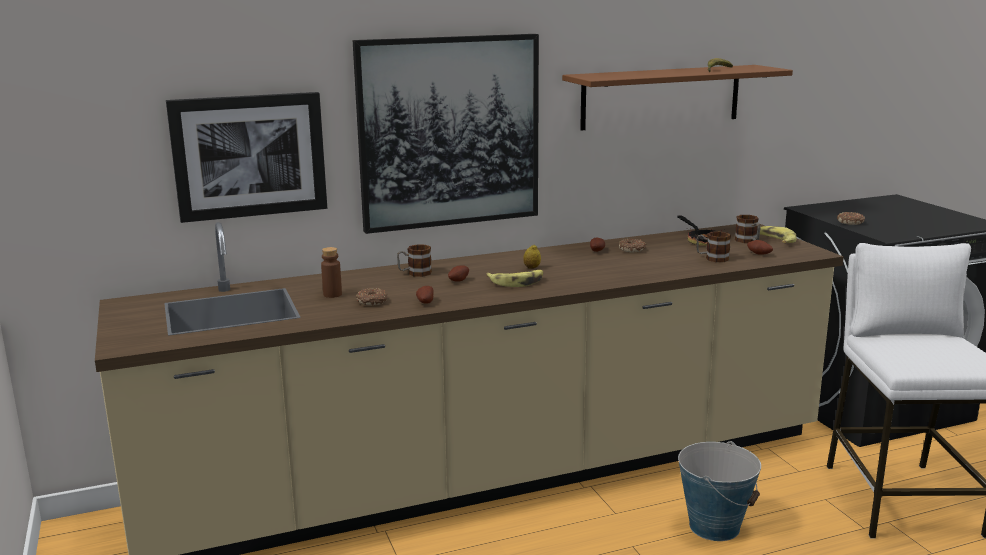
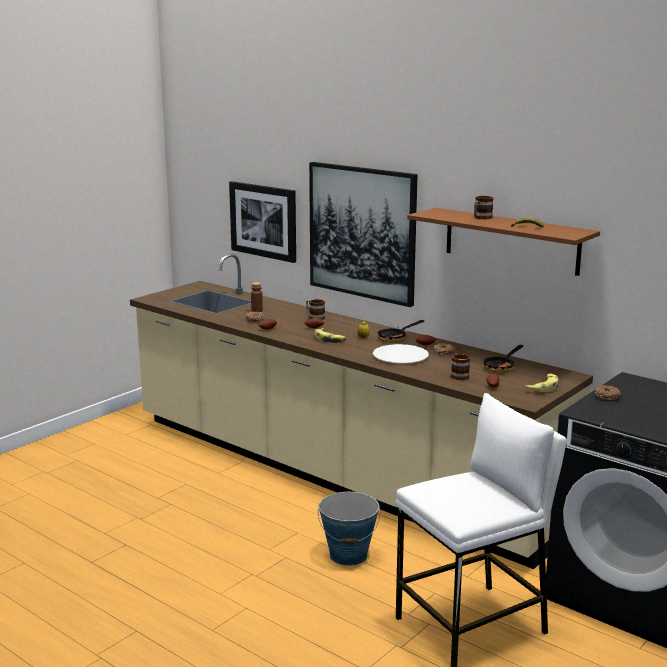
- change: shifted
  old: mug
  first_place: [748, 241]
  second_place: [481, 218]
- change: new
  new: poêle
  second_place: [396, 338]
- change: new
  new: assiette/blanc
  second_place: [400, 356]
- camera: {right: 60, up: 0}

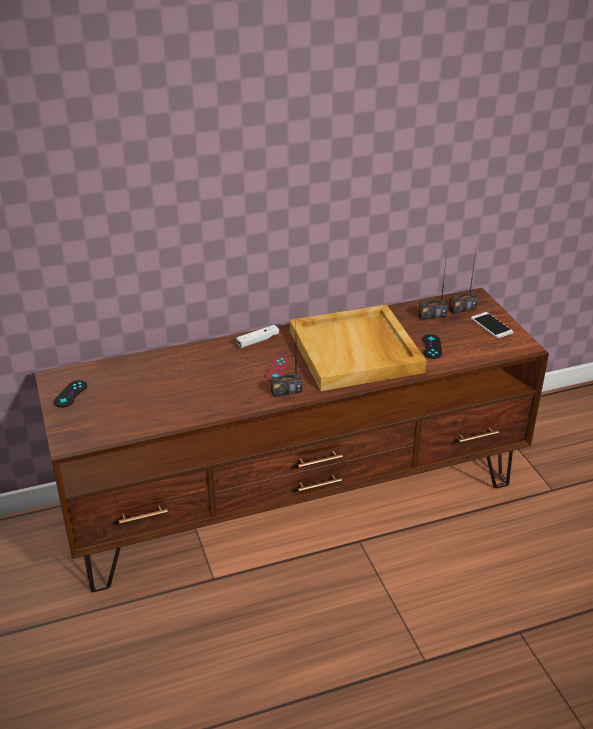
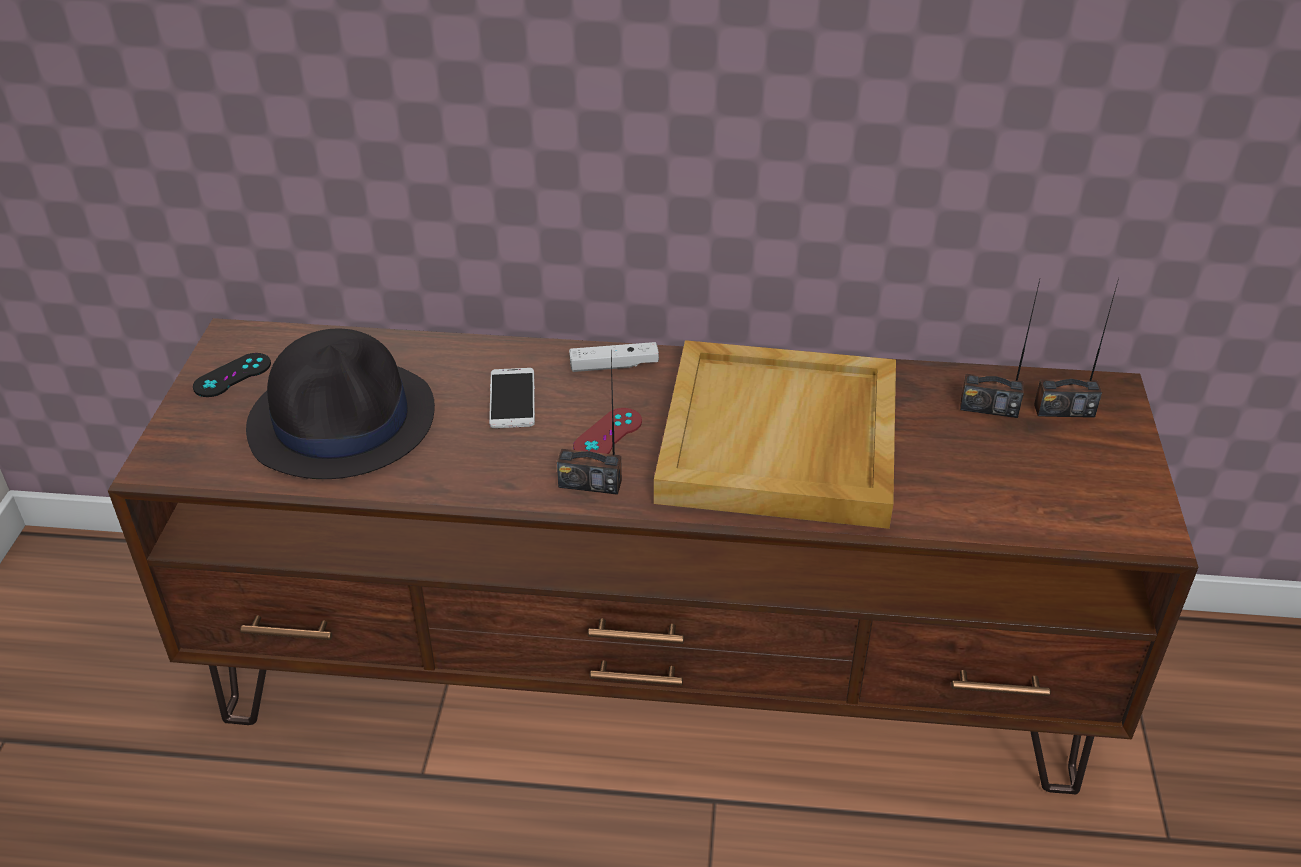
- change: shifted
  old: téléphone
  first_place: [491, 325]
  second_place: [512, 399]
- change: gone
  old: manette/noir
  first_place: [432, 347]
- change: new
  new: chapeau/noir
  second_place: [343, 420]
- camera: {right: 25, up: 5}

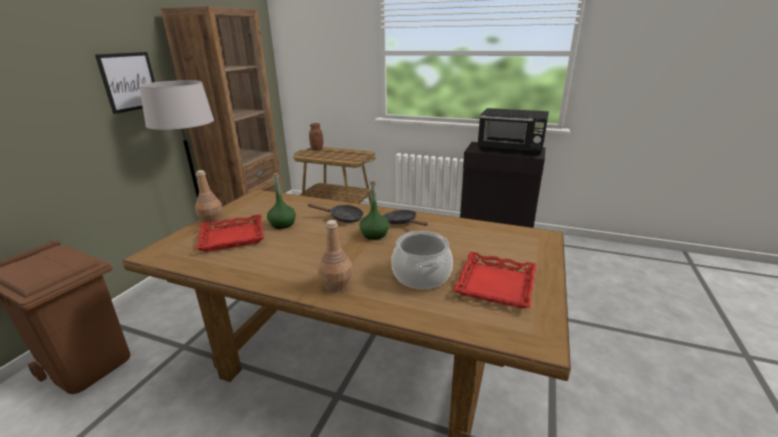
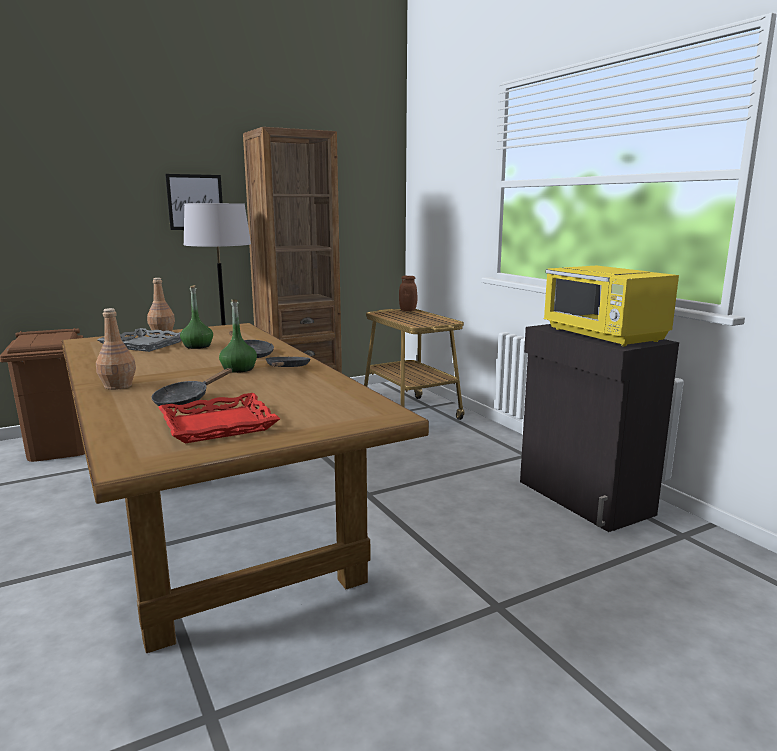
- change: repainted
  old: micro-ondes/noir
  new: micro-ondes/jaune
  first_place: [511, 150]
  second_place: [603, 335]
- change: repainted
  old: plateau/rouge
  new: plateau/gris
  first_place: [232, 237]
  second_place: [144, 345]
- change: swapped
  old: marmite
  new: poêle/noir
  first_place: [421, 275]
  second_place: [186, 400]
- camera: {right: 40, up: -10}

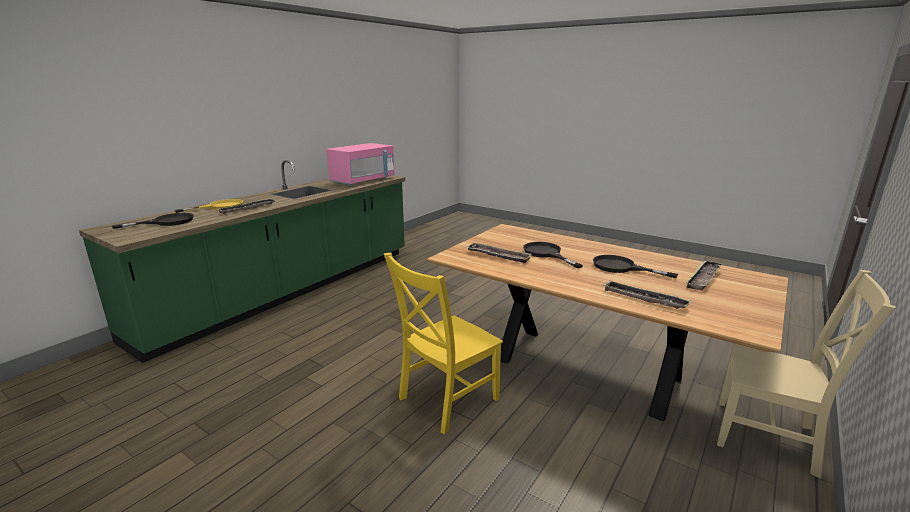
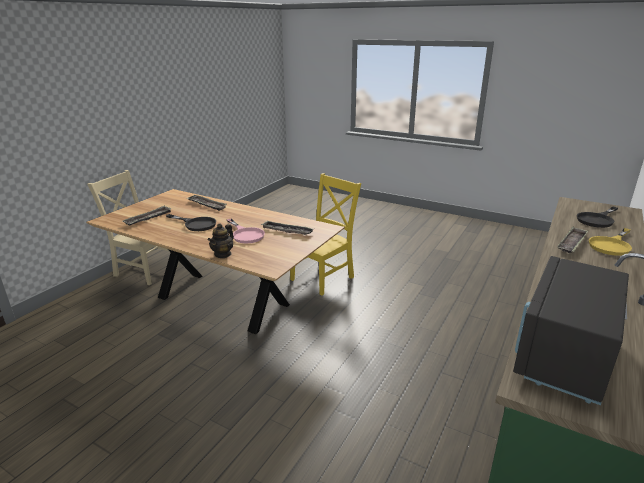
- change: repainted
  old: micro-ondes/rose
  new: micro-ondes/noir
  first_place: [363, 181]
  second_place: [562, 355]
- change: repainted
  old: poêle/noir
  new: poêle/rose
  first_place: [546, 253]
  second_place: [245, 234]
- change: new
  new: théière
  second_place: [223, 254]
- camera: {right: 175, up: 5}

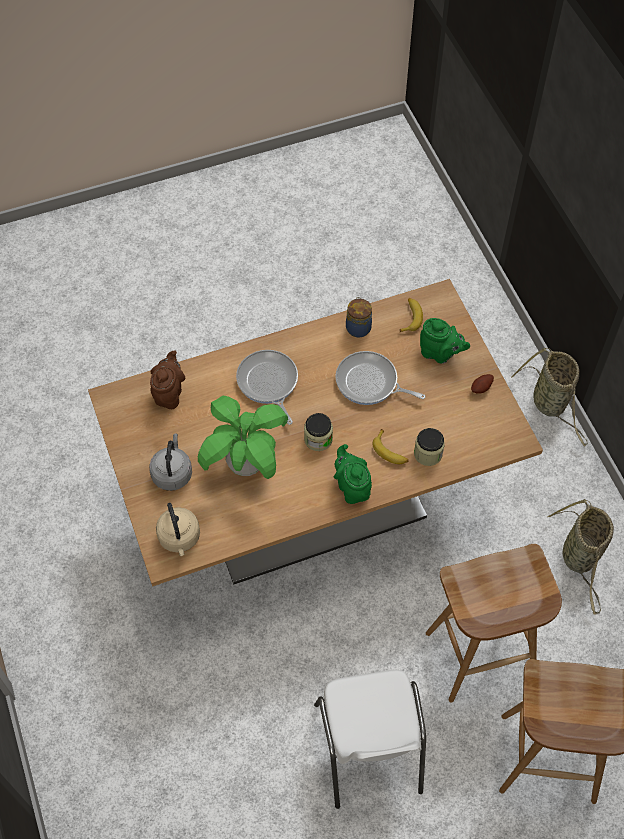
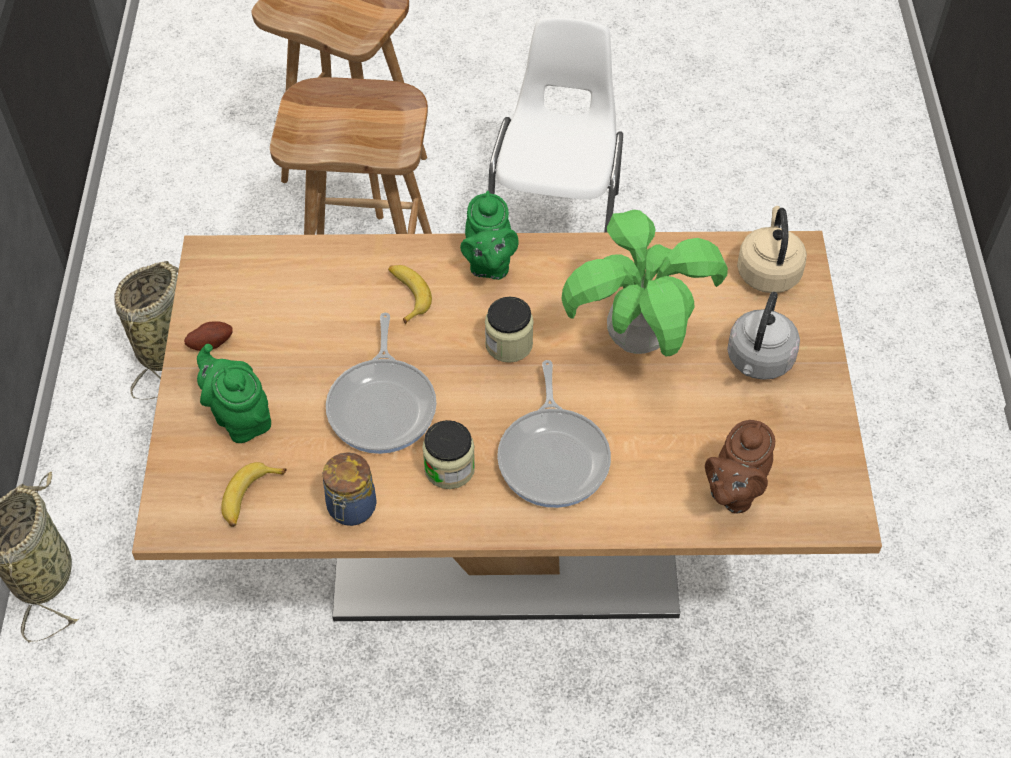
- change: rotated
  old: poêle
  first_place: [370, 383]
  second_place: [383, 405]
  degrees: 45
- change: shifted
  old: bocal
  first_place: [428, 454]
  second_place: [449, 468]
- camera: {right: -160, up: -5}

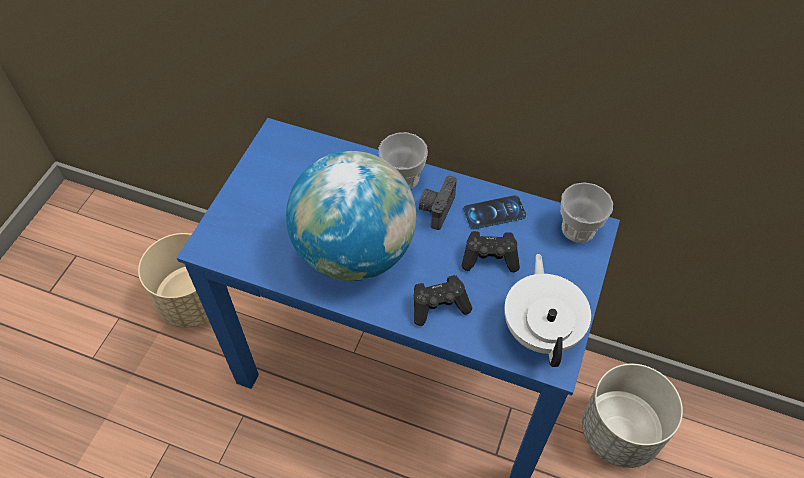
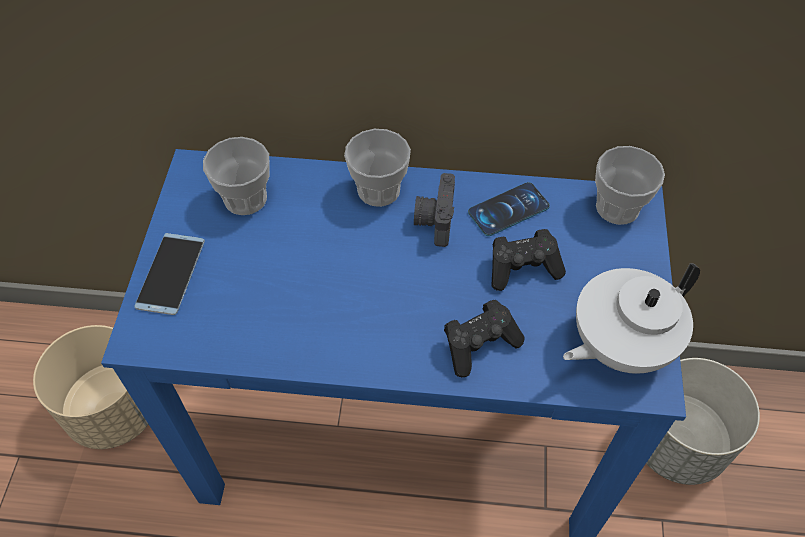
- change: gone
  old: globe
  first_place: [355, 251]
- change: rotated
  old: théière/blanc
  first_place: [541, 330]
  second_place: [618, 345]
  degrees: -105
- change: new
  new: tasse
  second_place: [245, 198]
- change: new
  new: téléphone
  second_place: [171, 274]
- camera: {right: -15, up: 0}

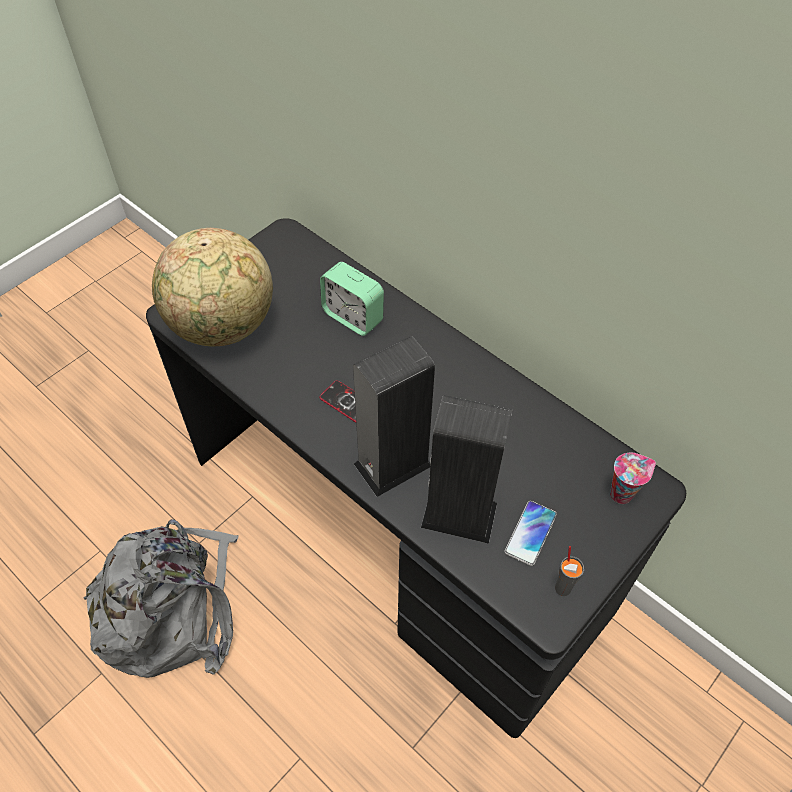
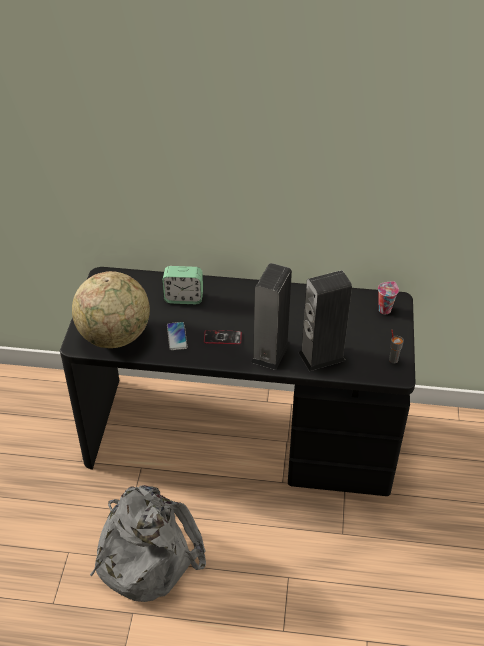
- change: shifted
  old: téléphone
  first_place: [530, 533]
  second_place: [177, 336]
- camera: {right: -35, up: -10}

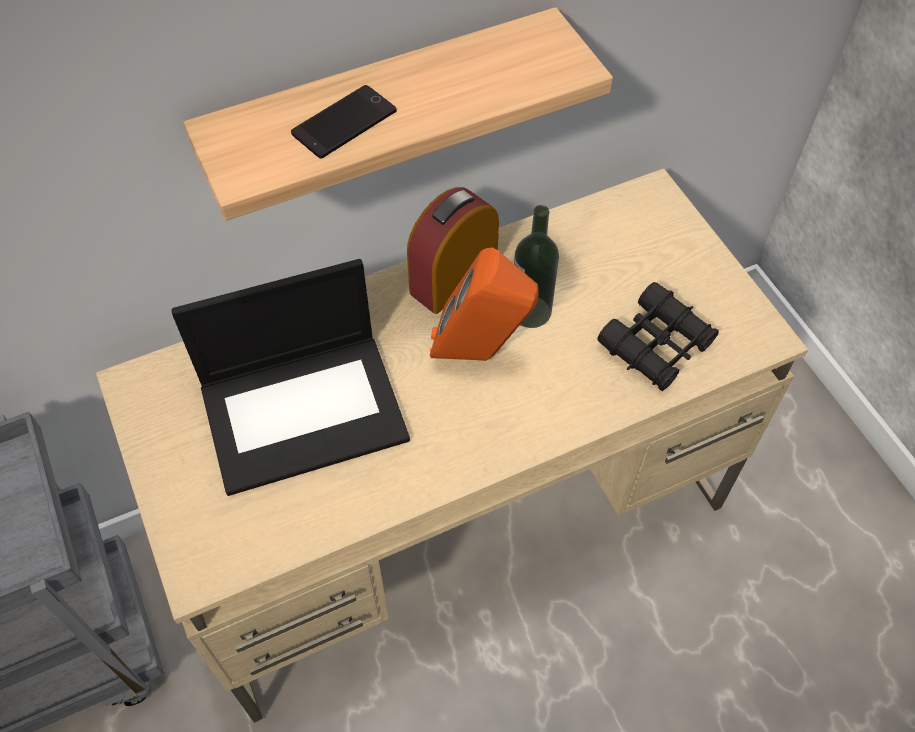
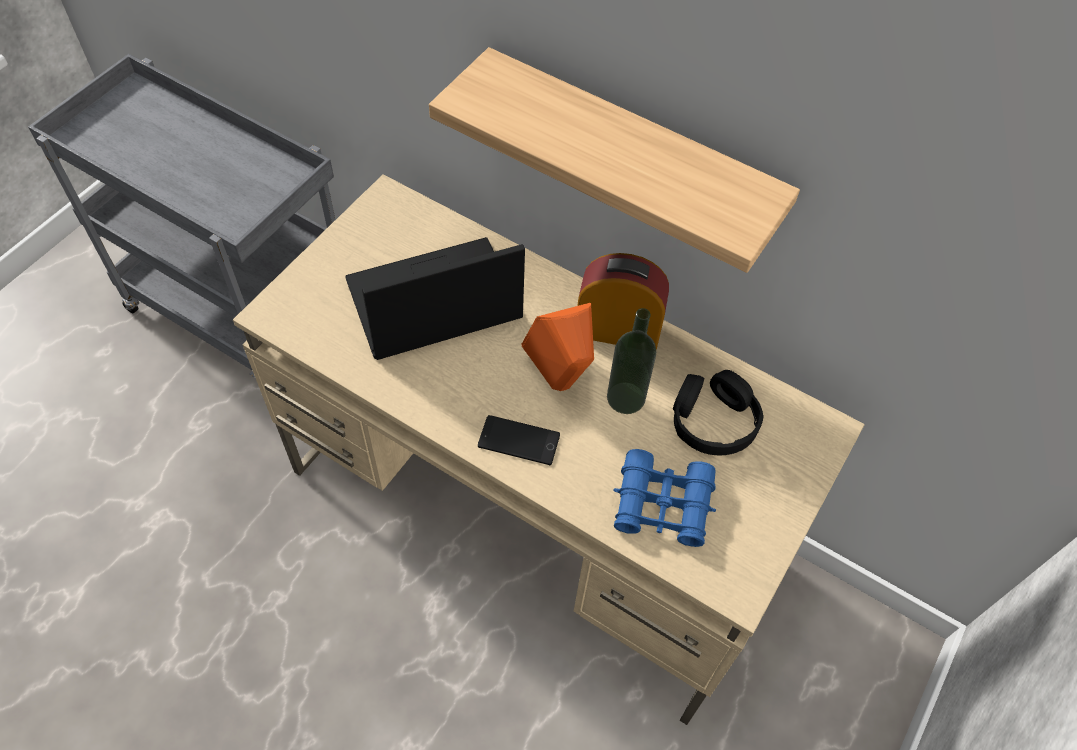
- change: shifted
  old: téléphone
  first_place: [344, 122]
  second_place: [519, 440]
- change: rotated
  old: ordinateur portable
  first_place: [305, 410]
  second_place: [432, 302]
  degrees: 120
- change: repainted
  old: jumelles/noir
  new: jumelles/bleu
  first_place: [656, 345]
  second_place: [662, 505]
- change: new
  new: casque audio/noir
  second_place: [713, 421]
- camera: {right: 55, up: 0}

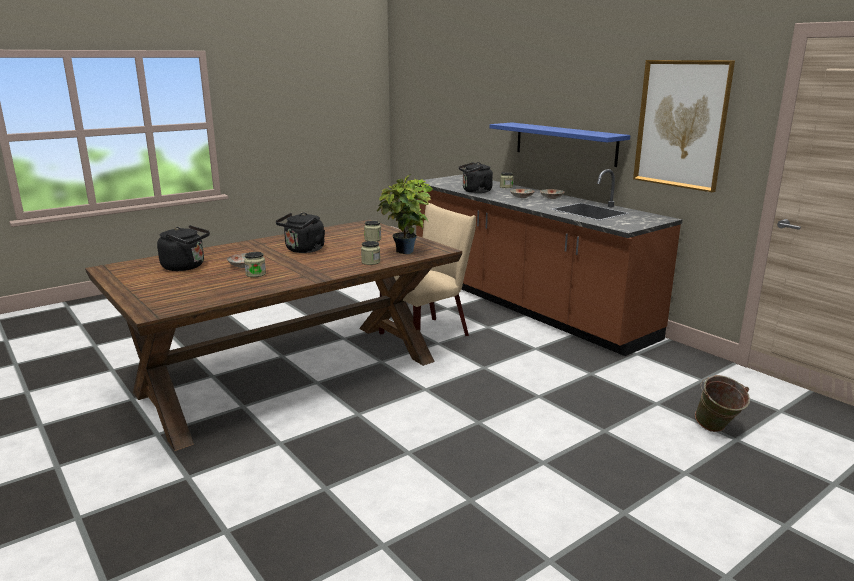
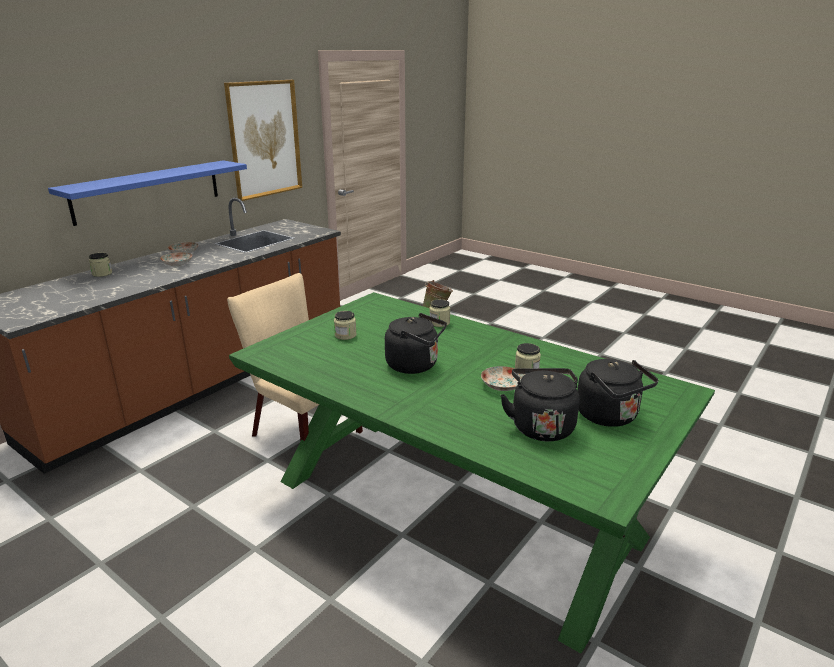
- change: shifted
  old: bouilloire/noir
  first_place: [475, 191]
  second_place: [610, 417]
- change: gone
  old: plante en pot
  first_place: [407, 253]
- change: repainted
  old: table à manger/marron
  new: table à manger/vert
  first_place: [290, 376]
  second_place: [456, 507]
- camera: {right: -105, up: 5}

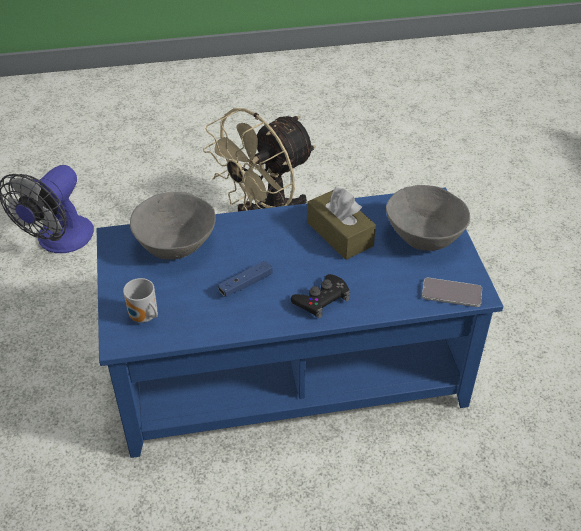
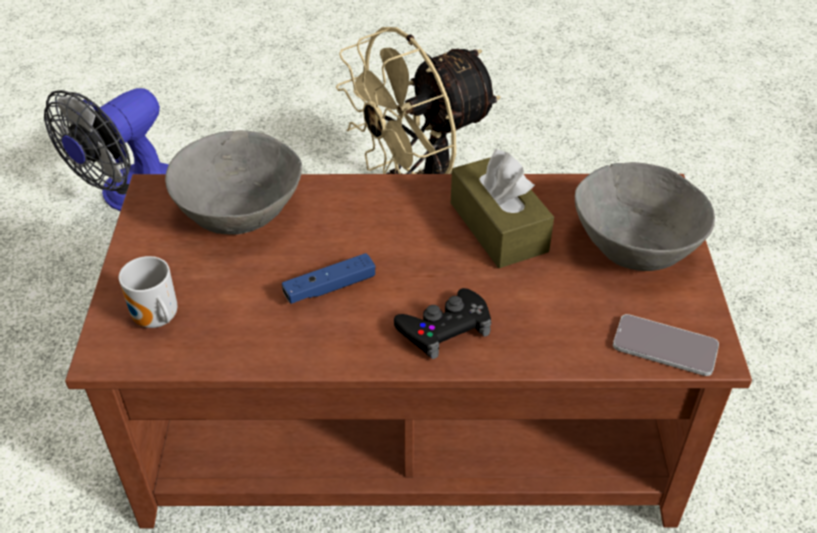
- change: repainted
  old: table basse/bleu
  new: table basse/marron
  first_place: [290, 373]
  second_place: [407, 431]
- camera: {right: 10, up: 0}

